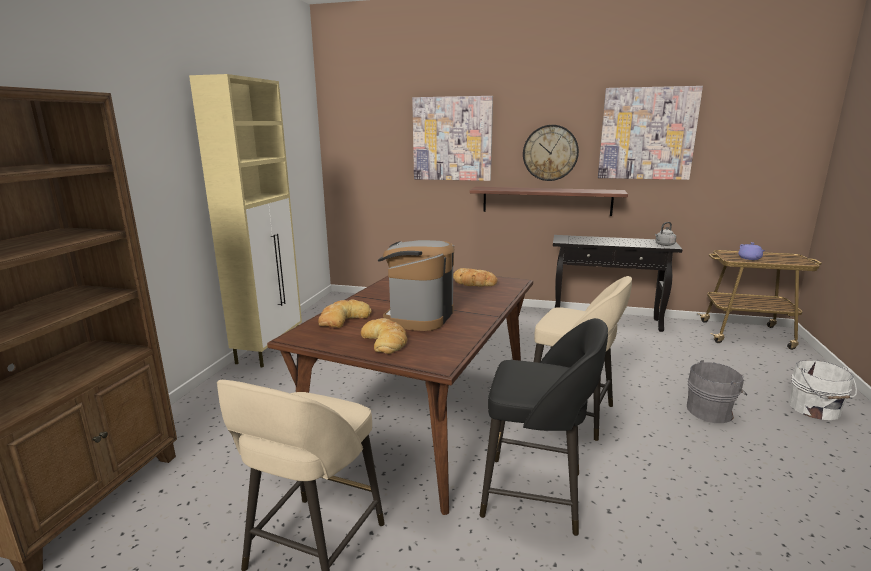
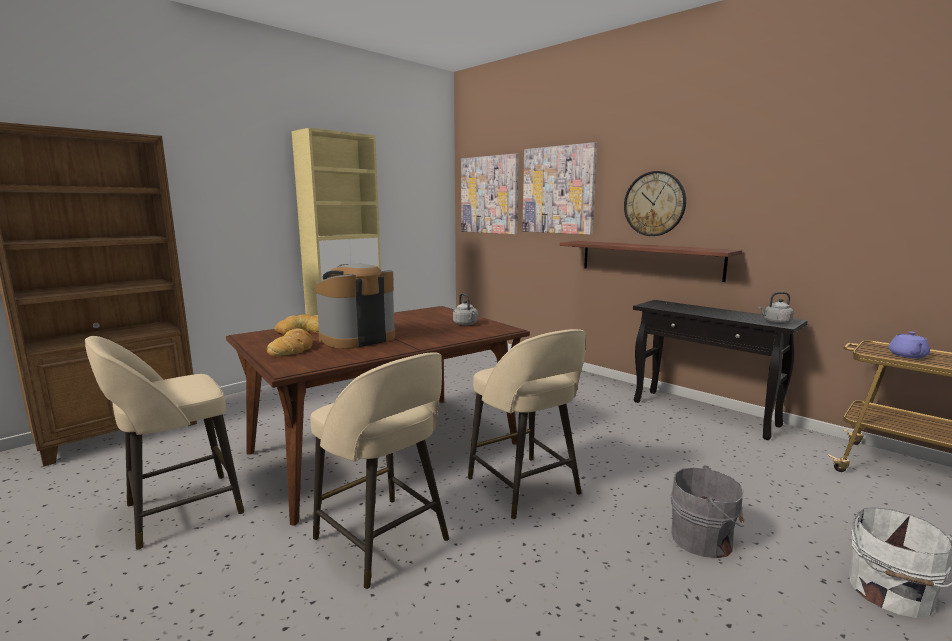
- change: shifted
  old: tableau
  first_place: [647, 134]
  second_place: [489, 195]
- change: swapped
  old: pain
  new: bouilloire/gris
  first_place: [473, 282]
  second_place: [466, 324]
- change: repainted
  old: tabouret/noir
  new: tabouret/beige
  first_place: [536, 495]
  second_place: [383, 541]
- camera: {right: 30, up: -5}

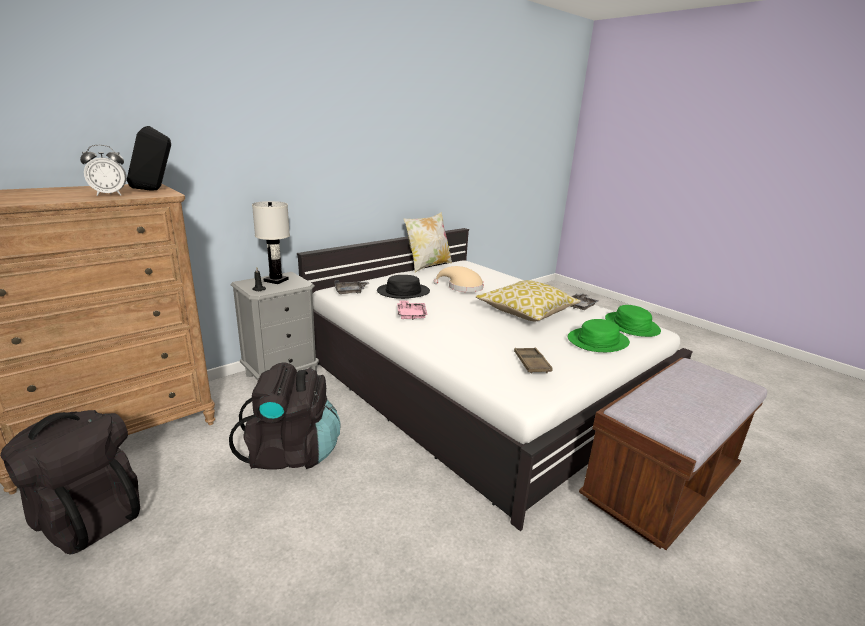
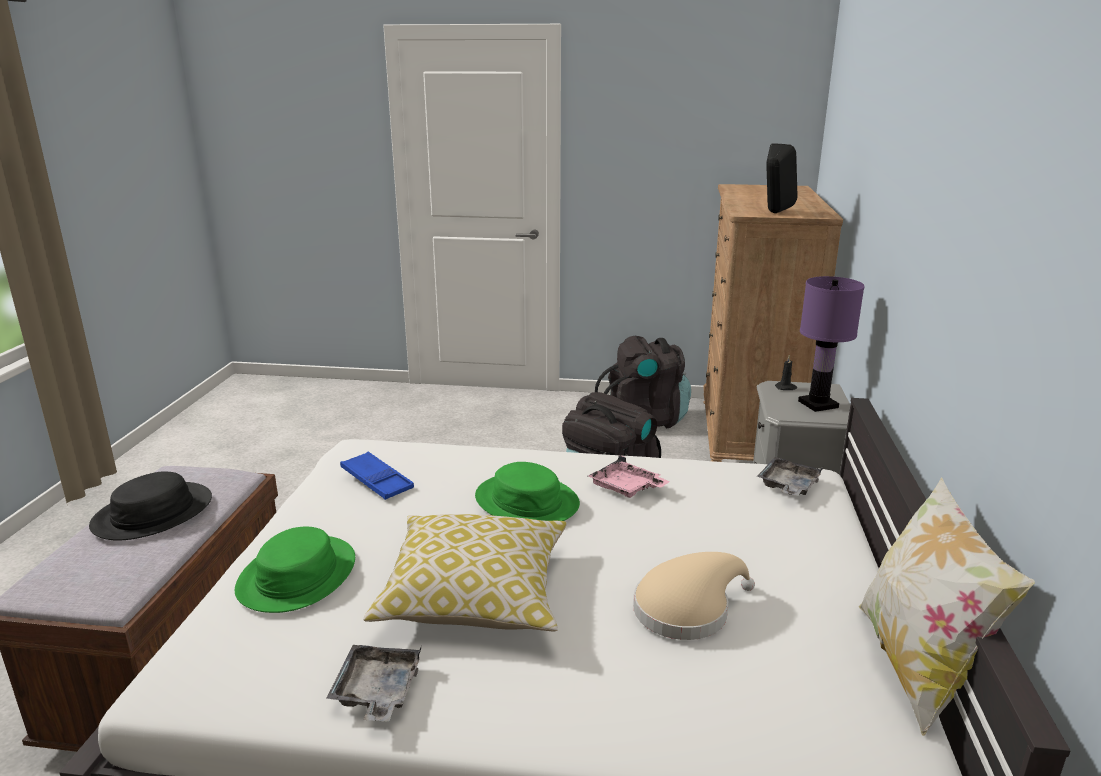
- change: gone
  old: réveil
  first_place: [109, 194]
- change: repainted
  old: lampe de table/blanc
  new: lampe de table/violet
  first_place: [275, 280]
  second_place: [818, 404]
- change: shifted
  old: chapeau/noir
  first_place: [403, 292]
  second_place: [153, 513]
- change: shifted
  old: chapeau/vert
  first_place: [631, 325]
  second_place: [527, 501]
- change: repainted
  old: plateau/marron
  new: plateau/bleu
  first_place: [531, 363]
  second_place: [377, 481]
- camera: {right: 140, up: 0}

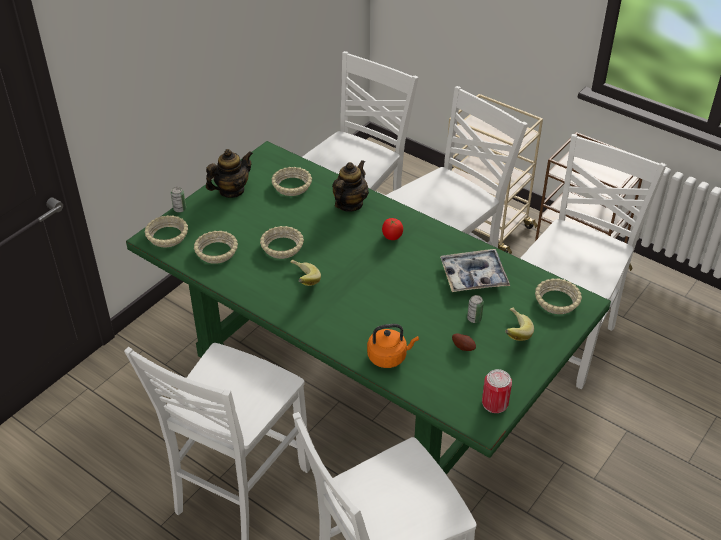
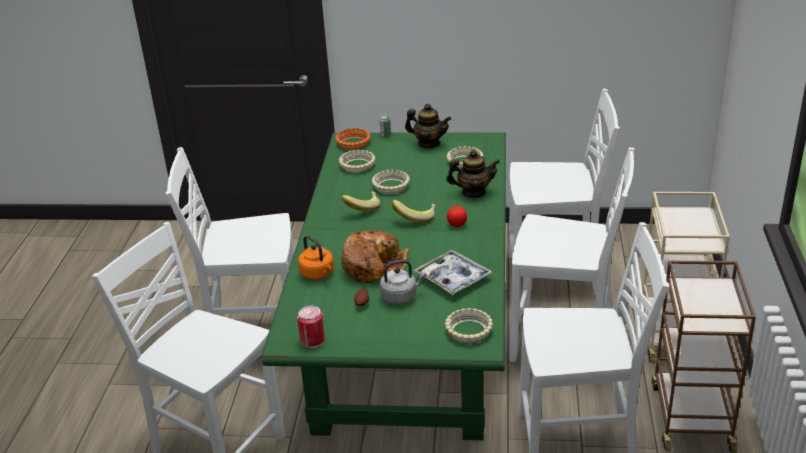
- change: repainted
  old: bol/beige
  new: bol/orange
  first_place: [167, 235]
  second_place: [353, 143]
- change: swapped
  old: boîte métallique
  new: bouilloire/gris
  first_place: [474, 318]
  second_place: [401, 296]
- change: shifted
  old: banane
  first_place: [513, 333]
  second_place: [415, 217]
- change: new
  new: pain
  second_place: [373, 266]
- camera: {right: 60, up: -10}

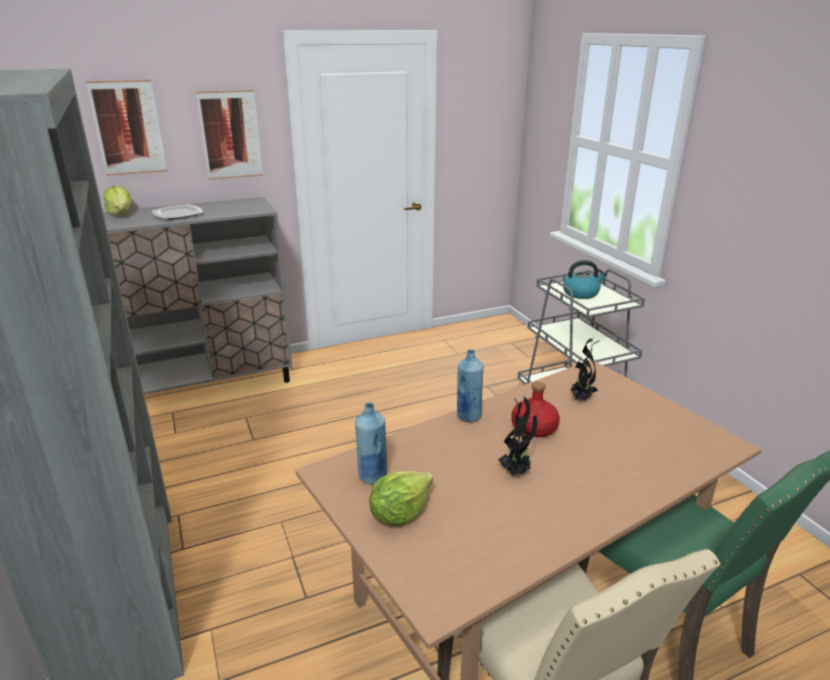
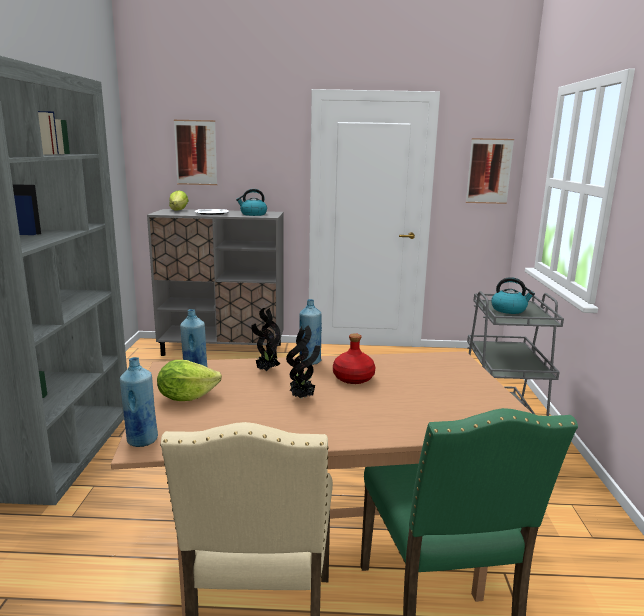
- change: shifted
  old: tableau
  first_place: [230, 135]
  second_place: [489, 171]
- change: shifted
  old: plante en pot
  first_place: [581, 399]
  second_place: [266, 370]
- change: new
  new: bouilloire
  second_place: [253, 214]
- change: new
  new: bouteille/bleu
  second_place: [141, 440]
- camera: {right: 25, up: -10}

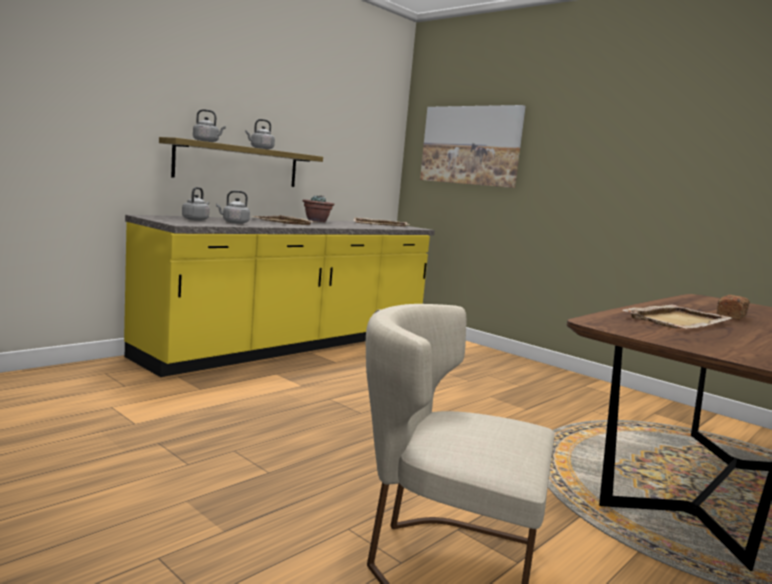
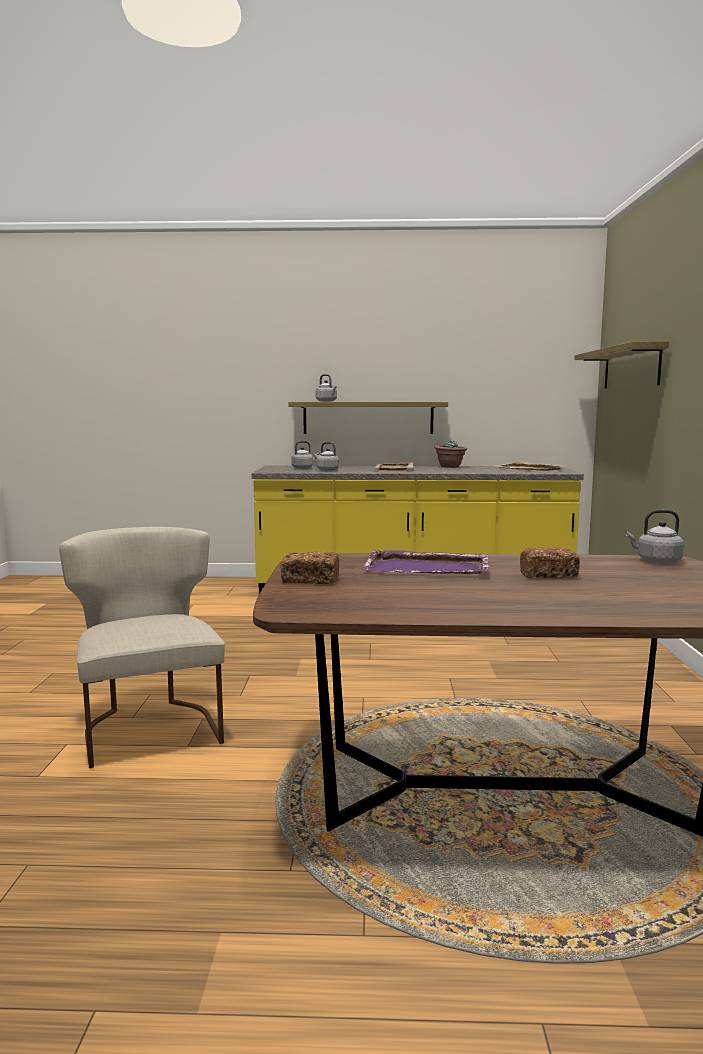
- change: swapped
  old: tableau
  new: étagère
  first_place: [471, 145]
  second_place: [631, 368]
- change: shifted
  old: bouilloire/gris
  first_place: [260, 149]
  second_place: [656, 561]
- change: repainted
  old: plateau/beige
  new: plateau/violet
  first_place: [678, 320]
  second_place: [428, 568]
- change: new
  new: pain
  second_place: [310, 580]
- camera: {right: 50, up: 0}

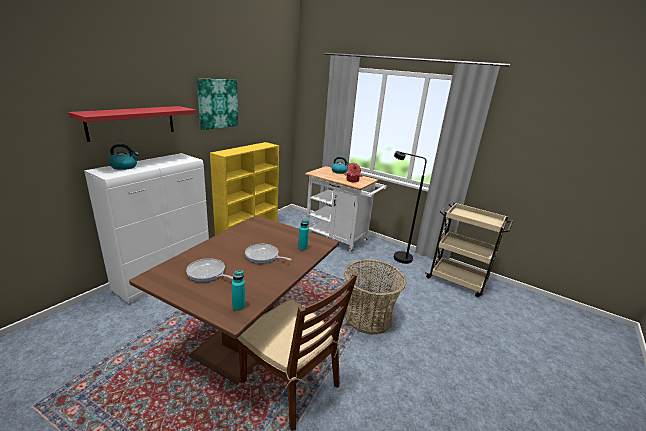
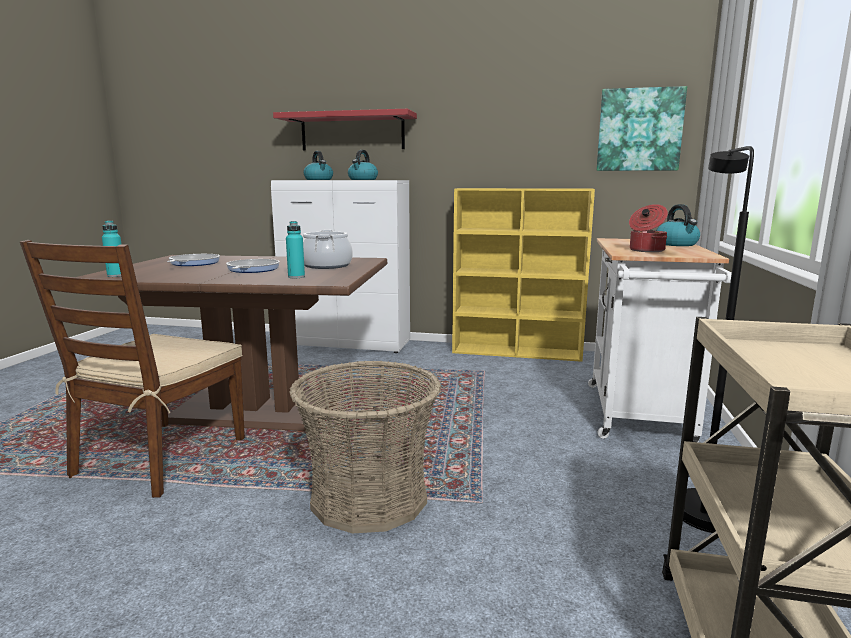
- change: shifted
  old: tableau
  first_place: [217, 103]
  second_place: [639, 130]
- change: new
  new: bouilloire
  second_place: [363, 179]
- change: new
  new: marmite
  second_place: [327, 266]
- camera: {right: 70, up: -10}

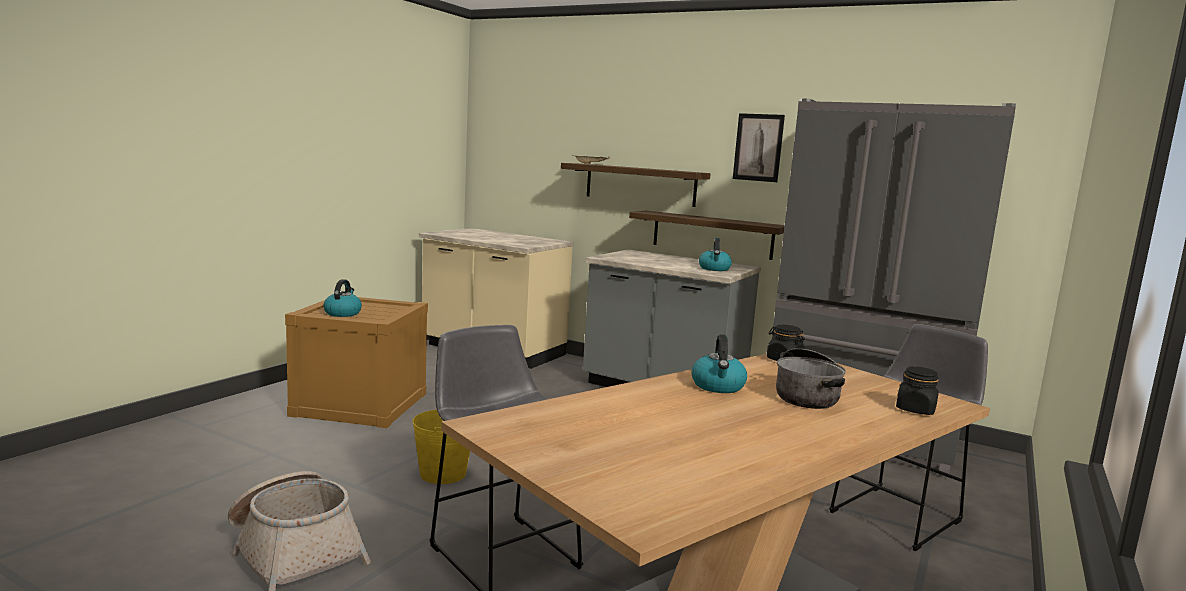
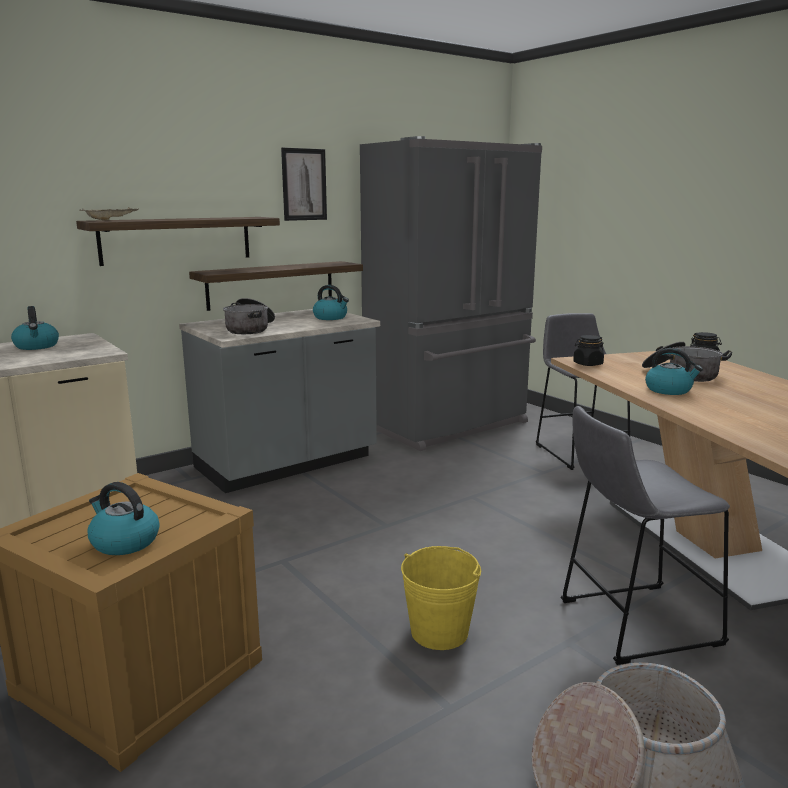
- change: new
  new: marmite
  second_place: [250, 329]
- change: new
  new: bouilloire
  second_place: [37, 346]
- camera: {right: -65, up: 5}

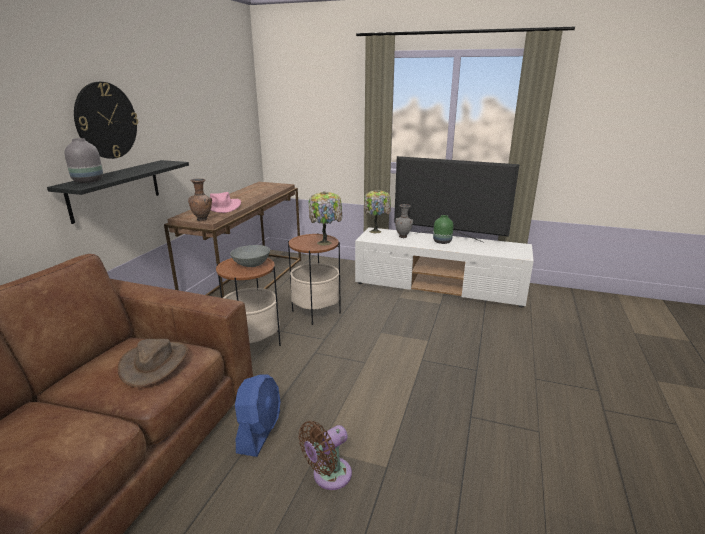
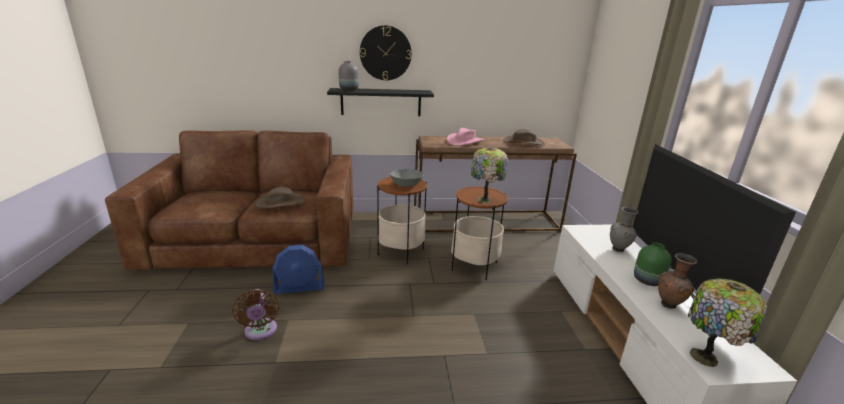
- change: shifted
  old: vase/marron
  first_place: [203, 219]
  second_place: [669, 305]
- change: shifted
  old: lampe de table
  first_place: [376, 231]
  second_place: [706, 358]
- change: rotated
  old: ventilateur/marron
  first_place: [328, 476]
  second_place: [260, 332]
  degrees: -135
- change: new
  new: chapeau/marron
  second_place: [523, 142]
- camera: {right: 65, up: 0}

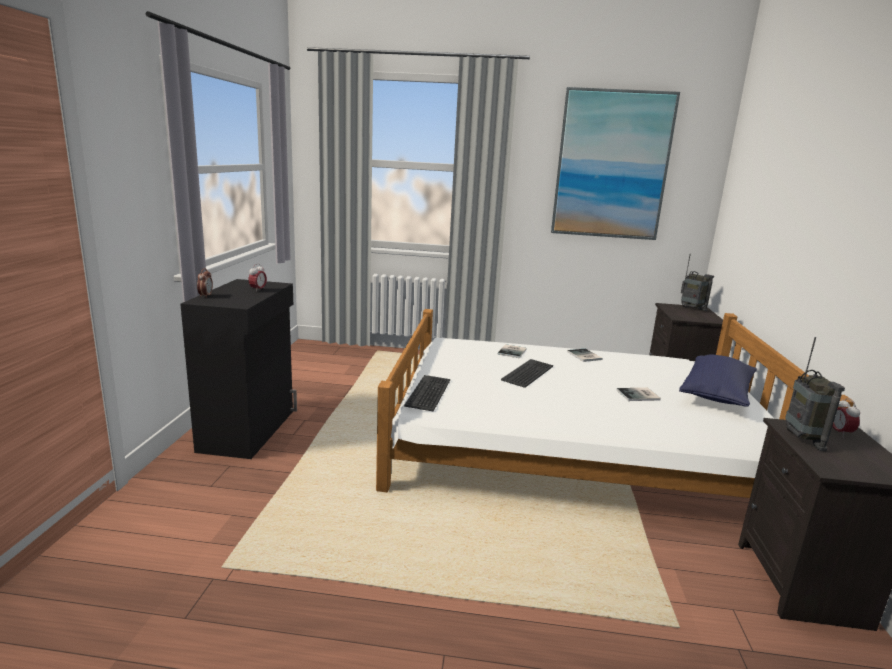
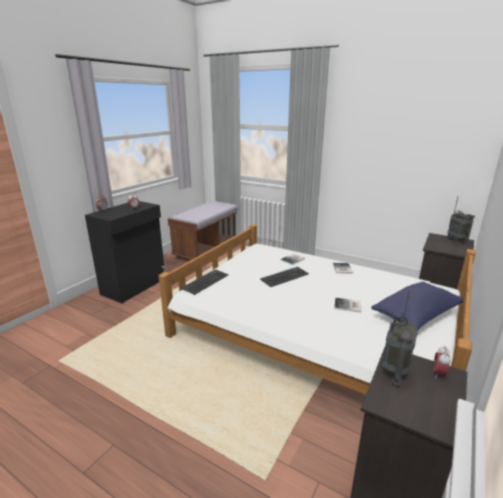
- change: gone
  old: tableau
  first_place: [611, 165]
- change: new
  new: banc/marron
  second_place: [207, 250]
- camera: {right: 25, up: 5}

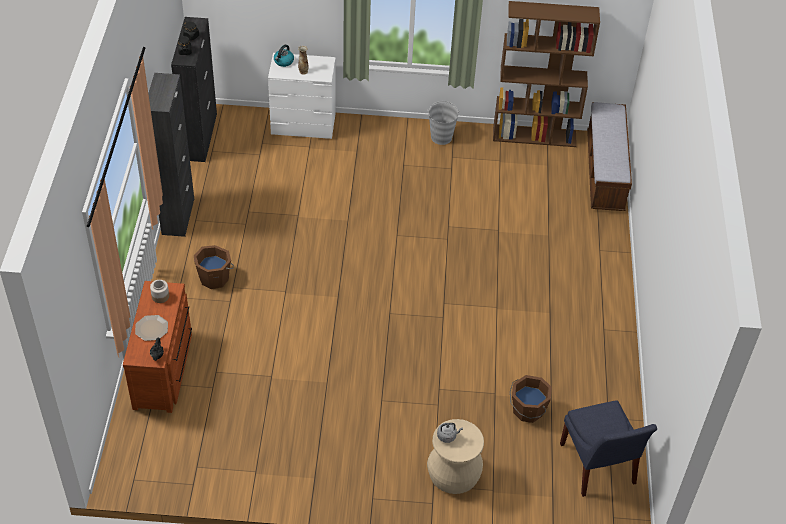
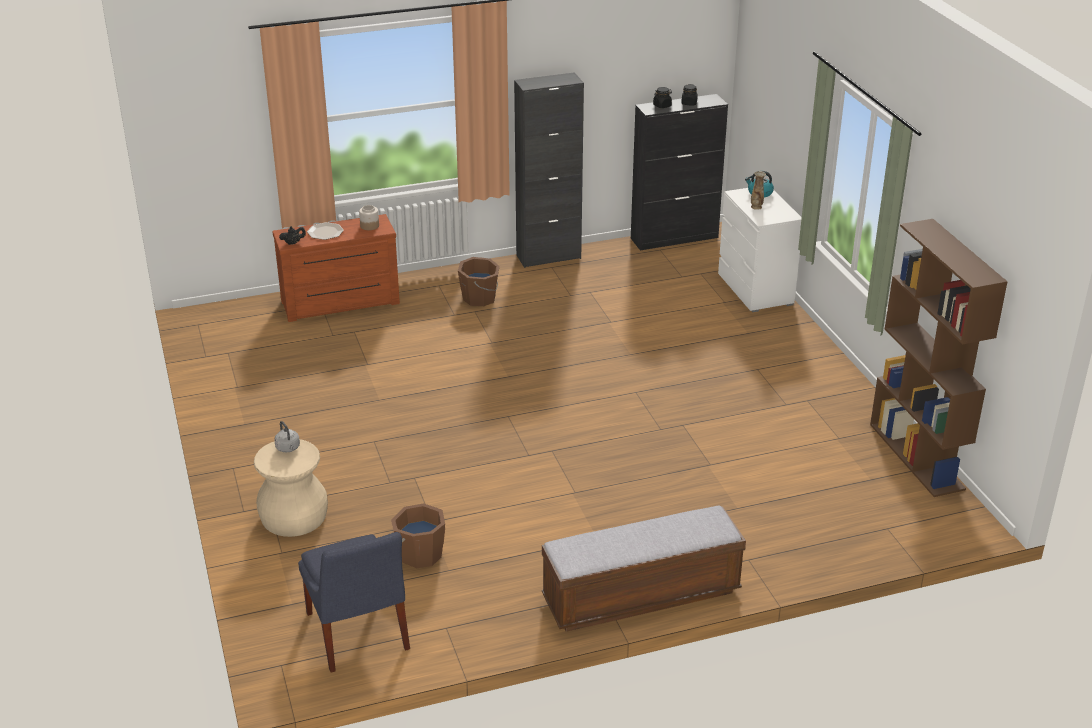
- change: gone
  old: seau/gris
  first_place: [441, 137]
- change: shifted
  old: banc
  first_place: [604, 172]
  second_place: [641, 595]
- change: rotated
  old: chaise/bleu
  first_place: [598, 467]
  second_place: [358, 635]
  degrees: -75
- camera: {right: 70, up: -15}

